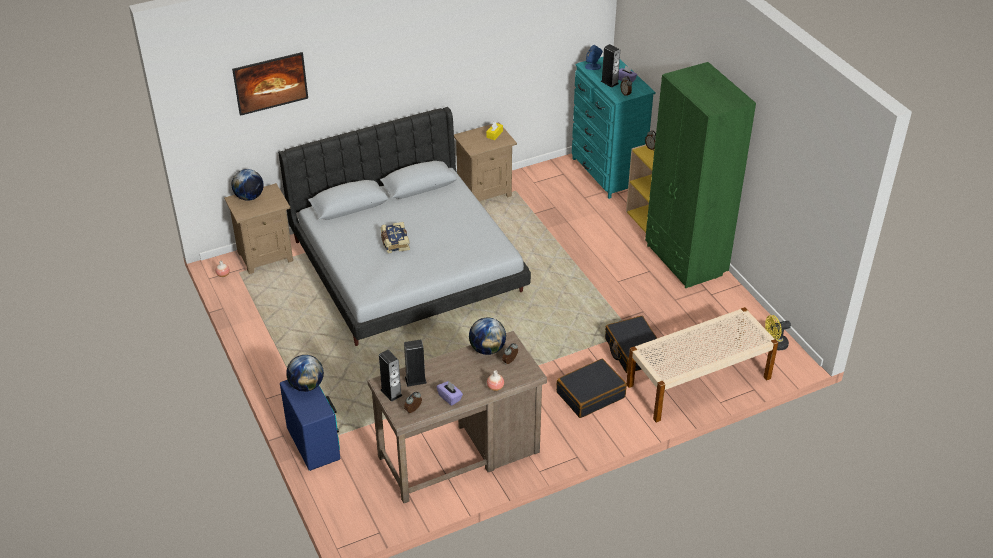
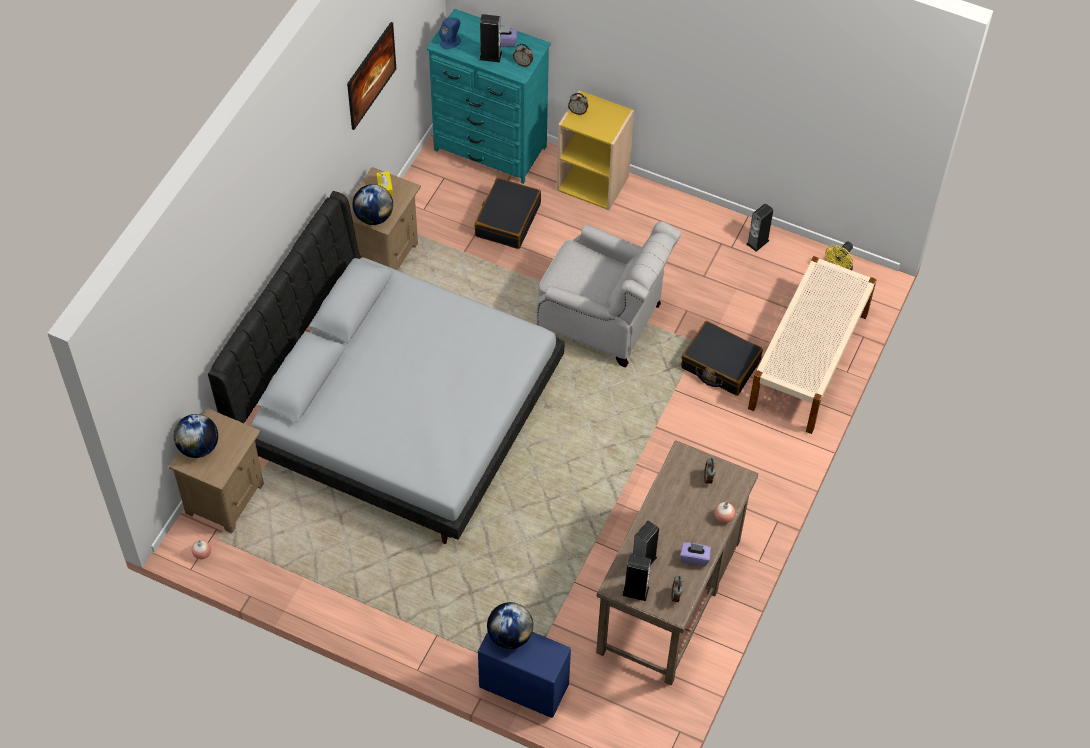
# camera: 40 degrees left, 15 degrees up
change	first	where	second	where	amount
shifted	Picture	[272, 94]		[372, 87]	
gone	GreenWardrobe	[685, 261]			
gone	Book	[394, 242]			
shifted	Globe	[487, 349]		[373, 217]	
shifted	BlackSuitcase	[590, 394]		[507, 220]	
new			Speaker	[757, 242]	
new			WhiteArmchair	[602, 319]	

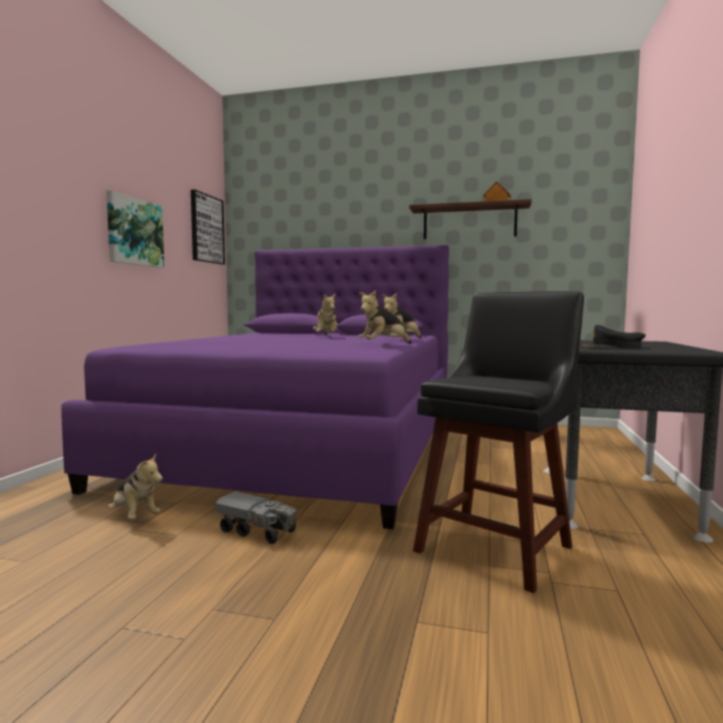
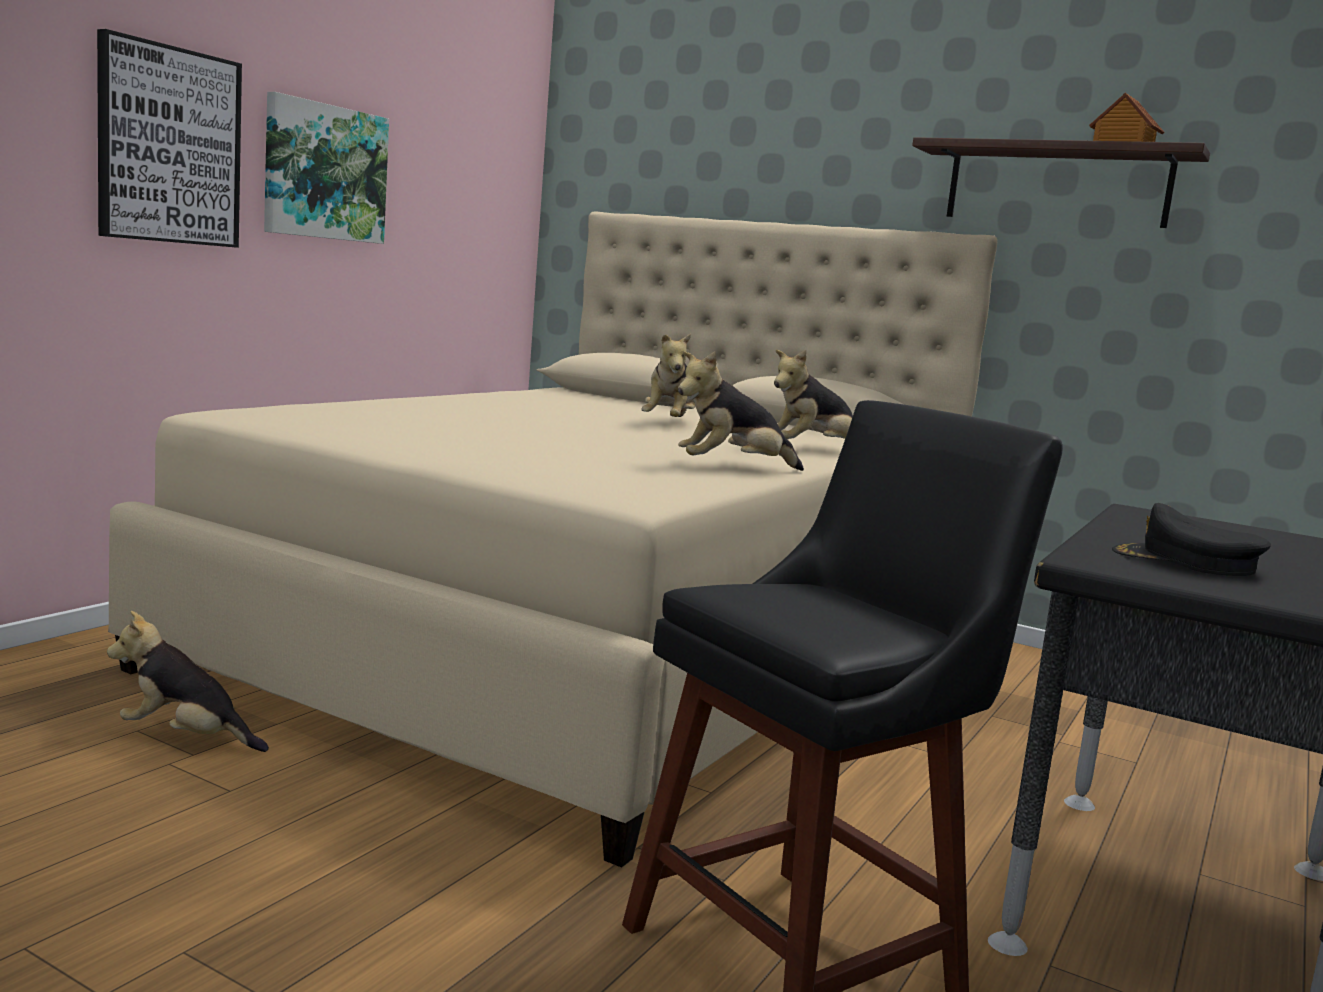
# camera: 15 degrees right, 5 degrees up
change	first	where	second	where	amount
shifted	Picture	[206, 229]		[168, 146]	
repainted	PurpleBed	[304, 447]	BeigeBed	[590, 647]	
rotated	PlushToy	[134, 516]		[186, 738]	135 degrees clockwise
gone	ToyTruck	[258, 531]			

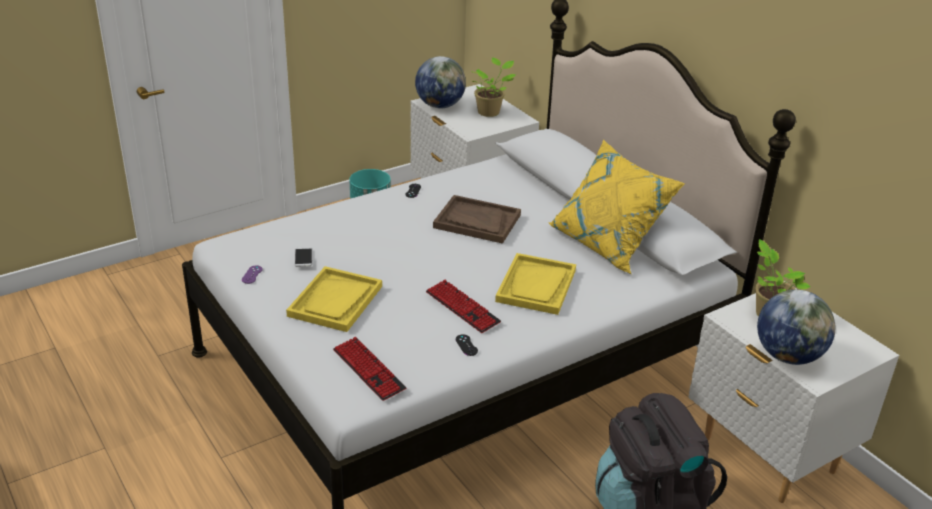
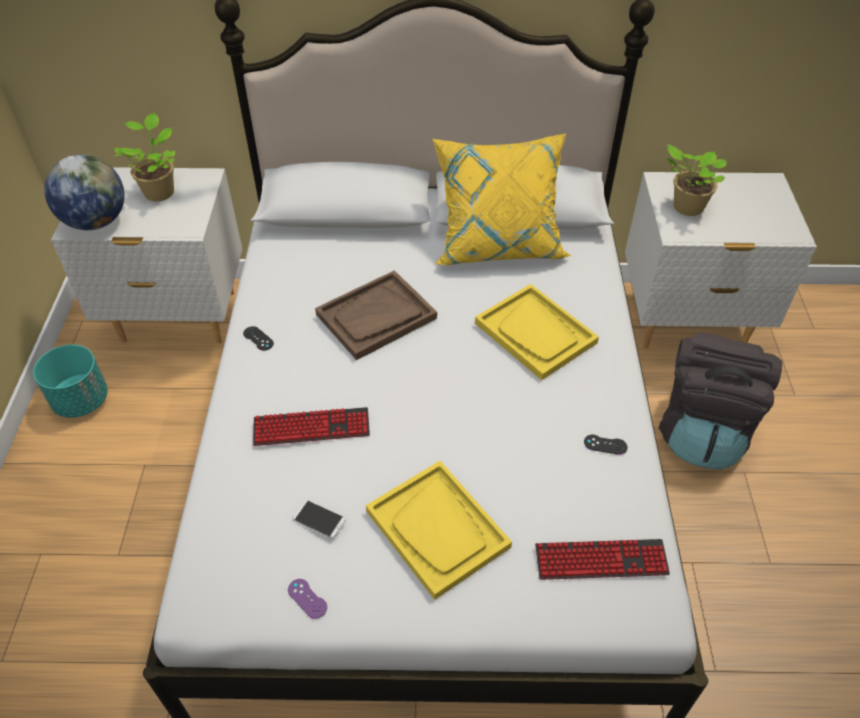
# camera: 55 degrees left, 15 degrees up
change	first	where	second	where	amount
shifted	Keyboard	[462, 308]		[311, 428]	
gone	Globe	[788, 356]			

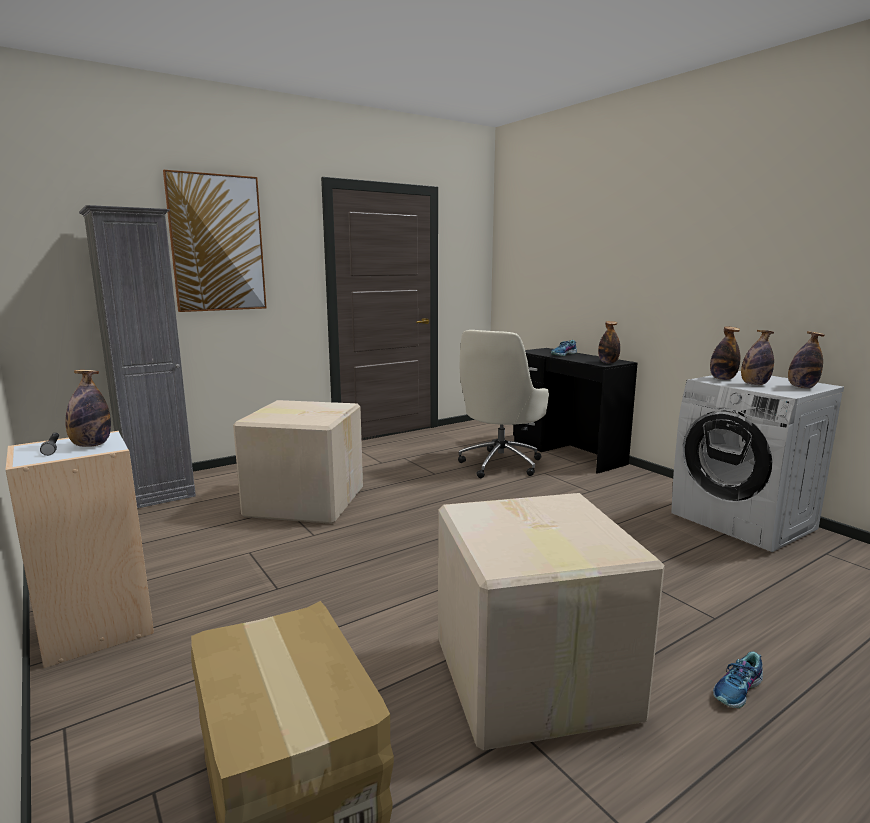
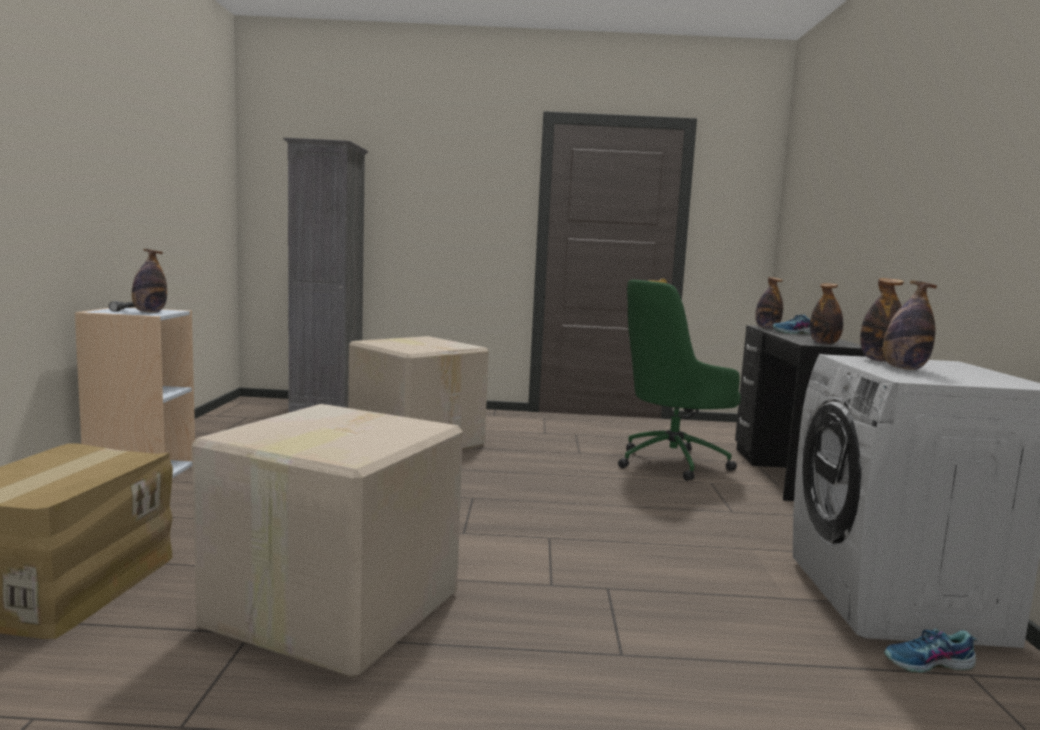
# camera: 35 degrees right, 5 degrees down
change	first	where	second	where	amount
gone	Picture	[217, 243]			
repainted	BeigeOfficeChair	[500, 464]	GreenOfficeChair	[671, 463]	
shifted	Bottle	[802, 387]		[767, 328]	
shifted	Shoe	[738, 690]		[928, 664]	

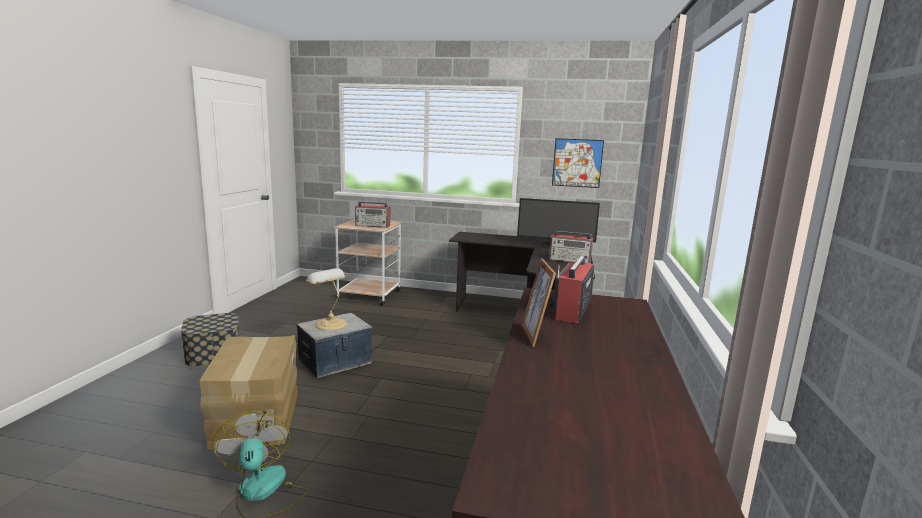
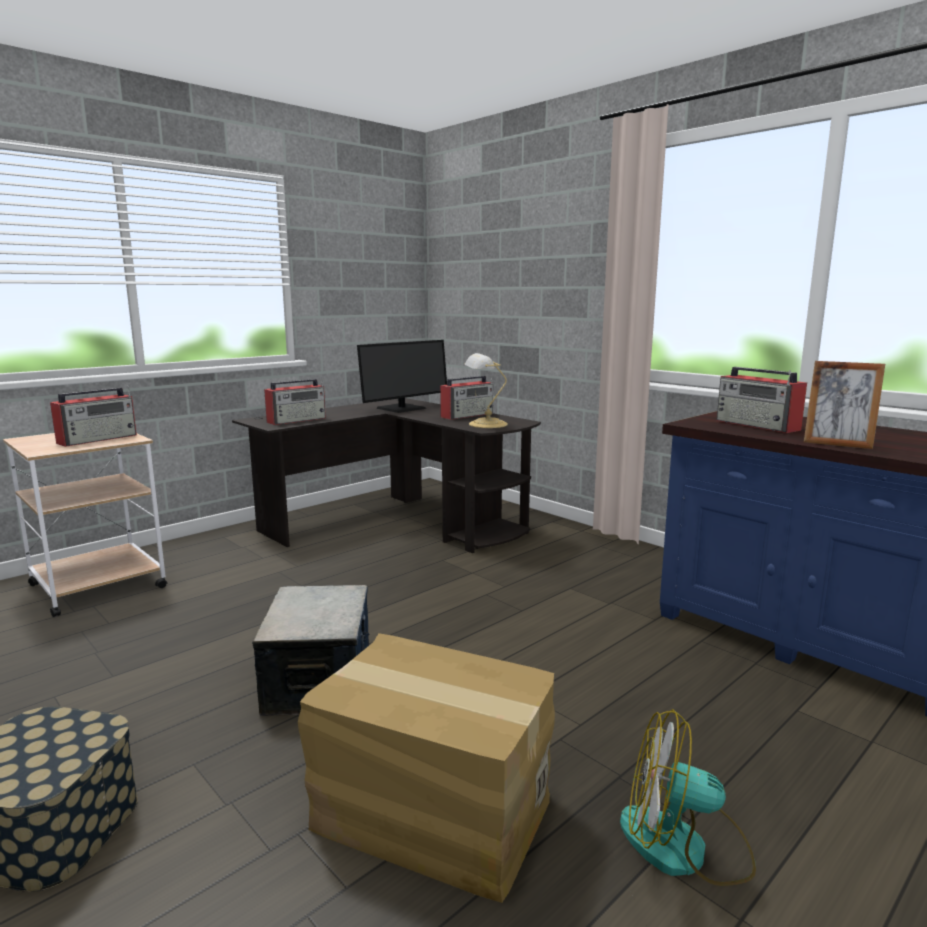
# camera: 55 degrees left, 0 degrees up
change	first	where	second	where	amount
gone	Picture	[577, 163]			
shifted	TableLamp	[330, 323]		[485, 424]	
new			Radio	[297, 420]	

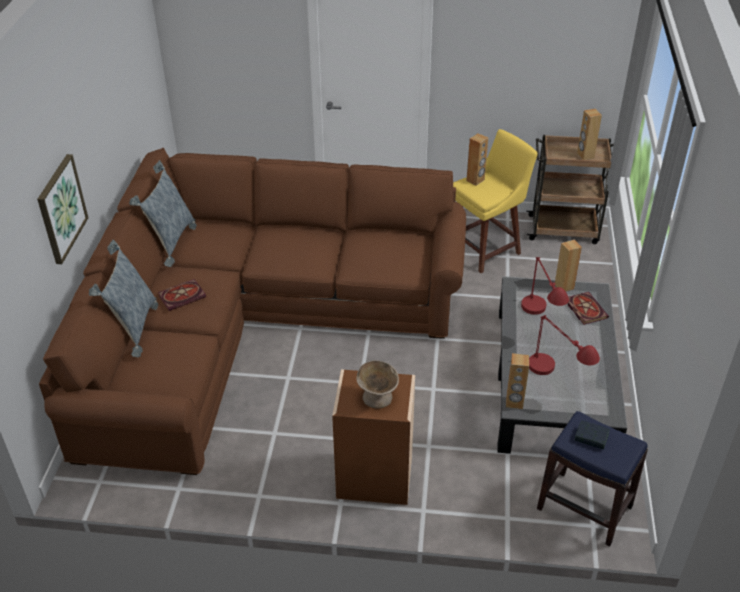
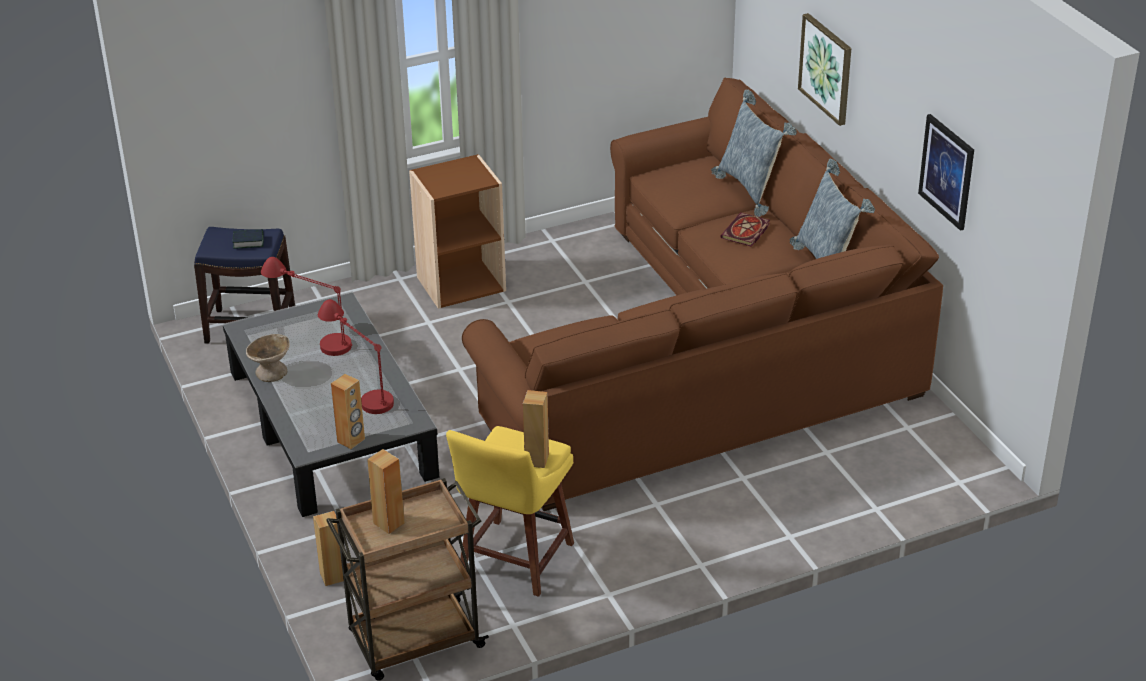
# camera: 150 degrees right, 5 degrees down
change	first	where	second	where	amount
gone	Book	[584, 309]			
shifted	BrownSpeaker	[514, 402]		[332, 576]	
shifted	BeigeBowl	[377, 397]		[271, 372]	
new			Picture	[947, 171]	

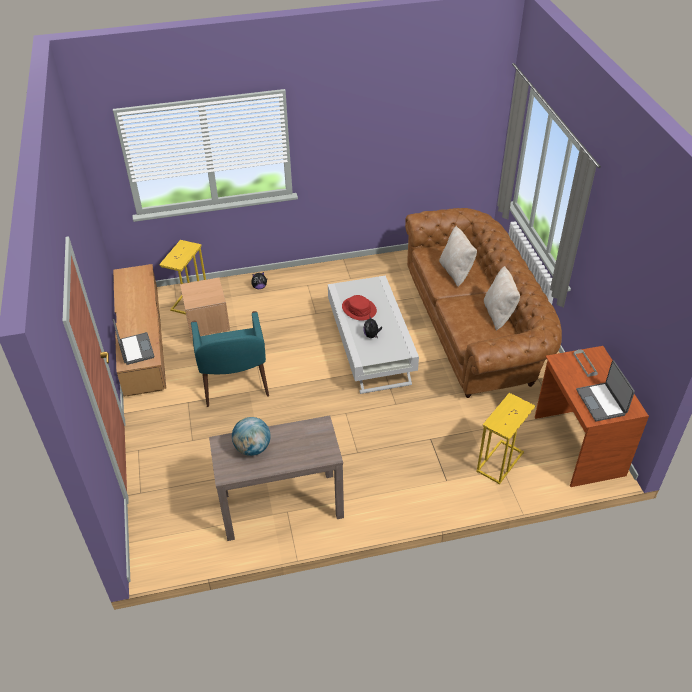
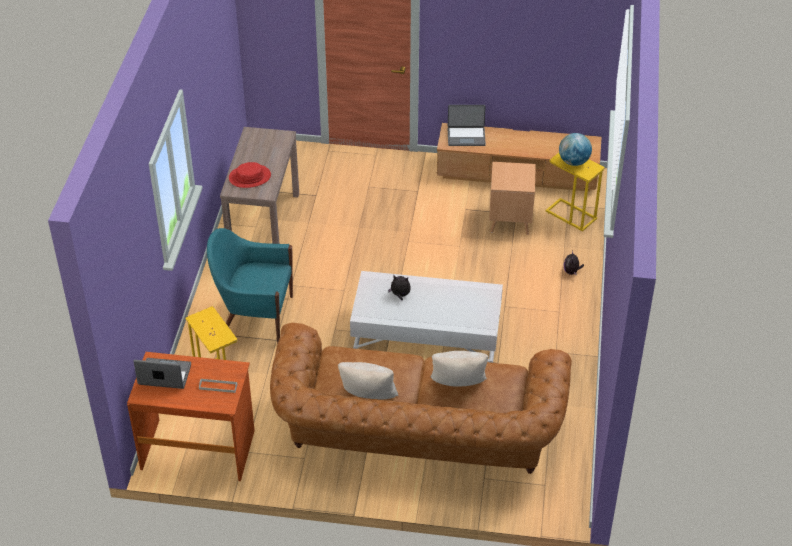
# camera: 110 degrees right, 0 degrees up
change	first	where	second	where	amount
shifted	RedHat	[359, 309]		[250, 177]	
shifted	TurquoiseArmchair	[234, 383]		[254, 317]	
shifted	Globe	[252, 448]		[573, 162]	

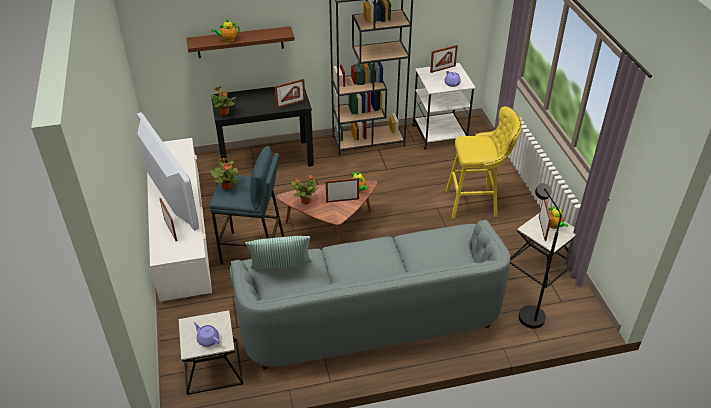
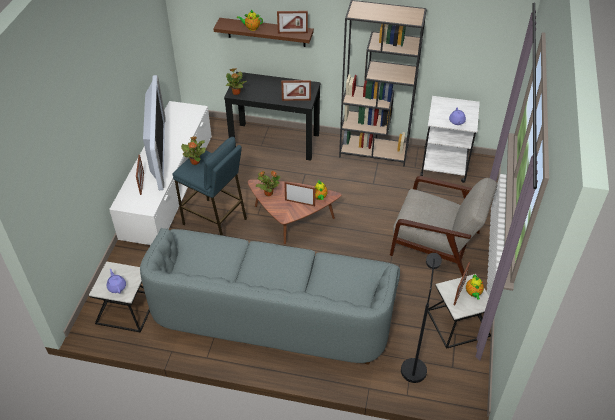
# camera: 25 degrees right, 5 degrees up
change	first	where	second	where	amount
shifted	PictureFrame	[442, 69]		[292, 33]	
swapped	YellowStool	[478, 203]	GreyArmchair	[436, 244]	
gone	Pillow	[281, 272]			

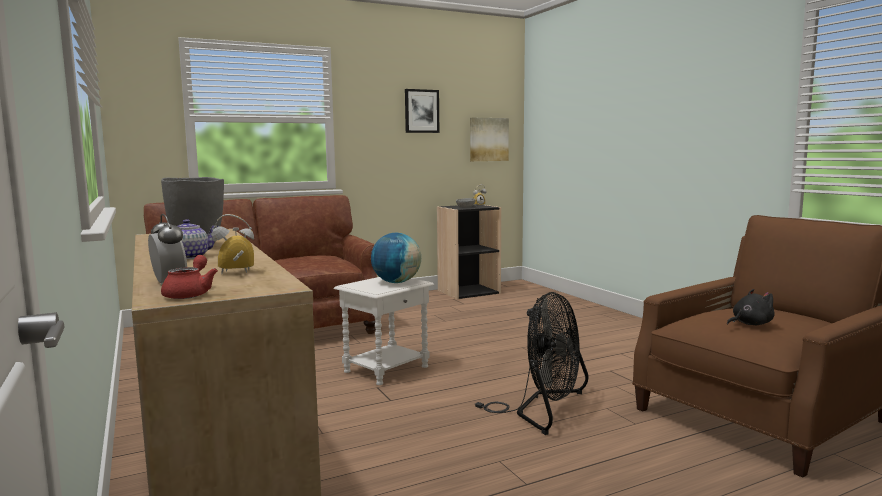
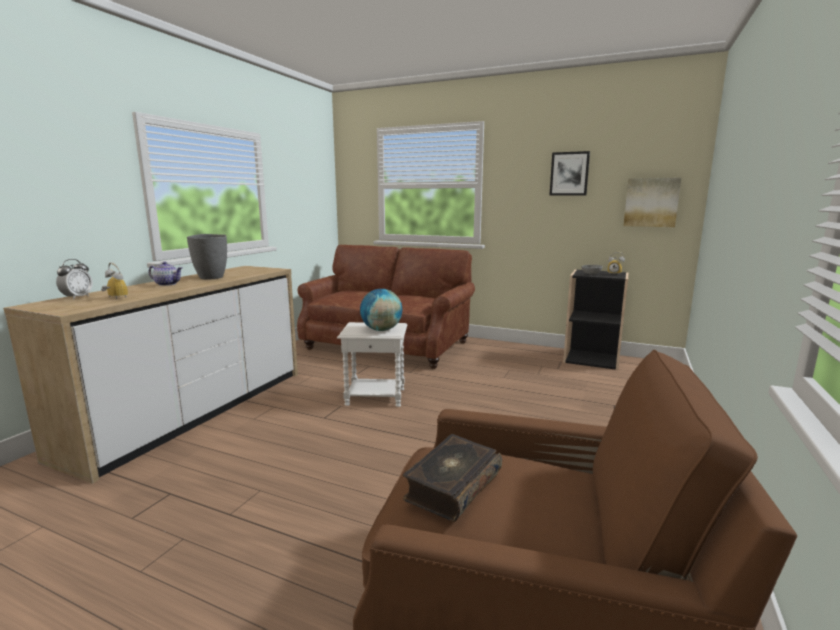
# camera: 50 degrees right, 5 degrees up
change	first	where	second	where	amount
gone	RedTeapot	[190, 294]			
swapped	BlackPlushToy	[750, 324]	Book	[452, 486]	
gone	BlackFan	[541, 409]			

